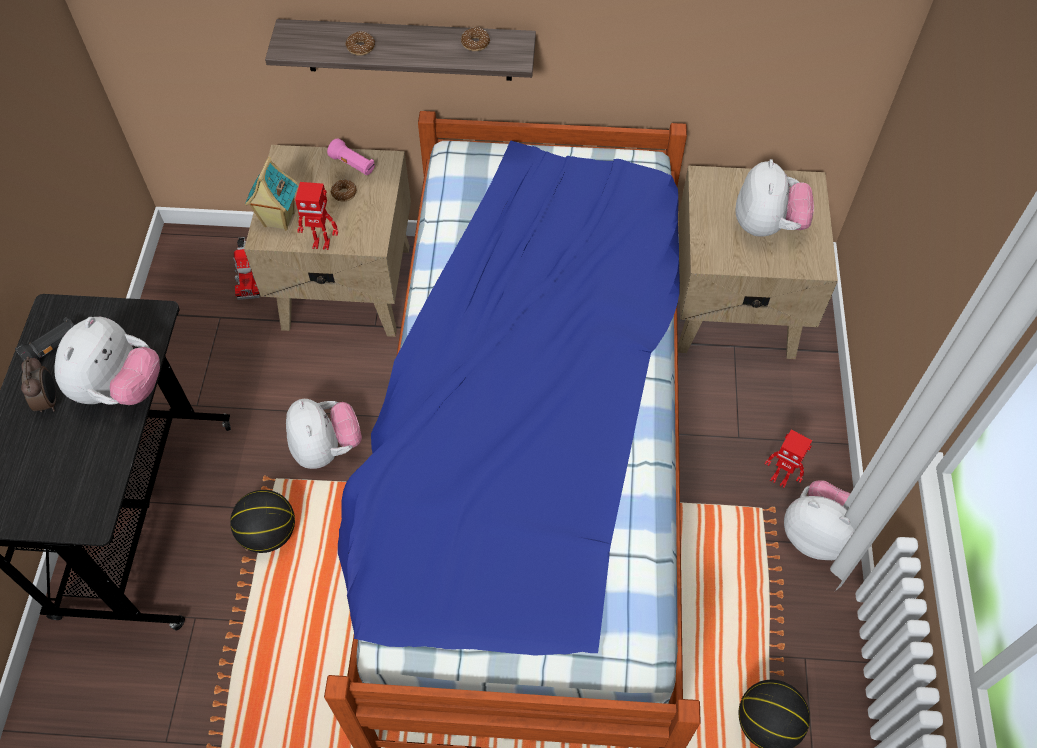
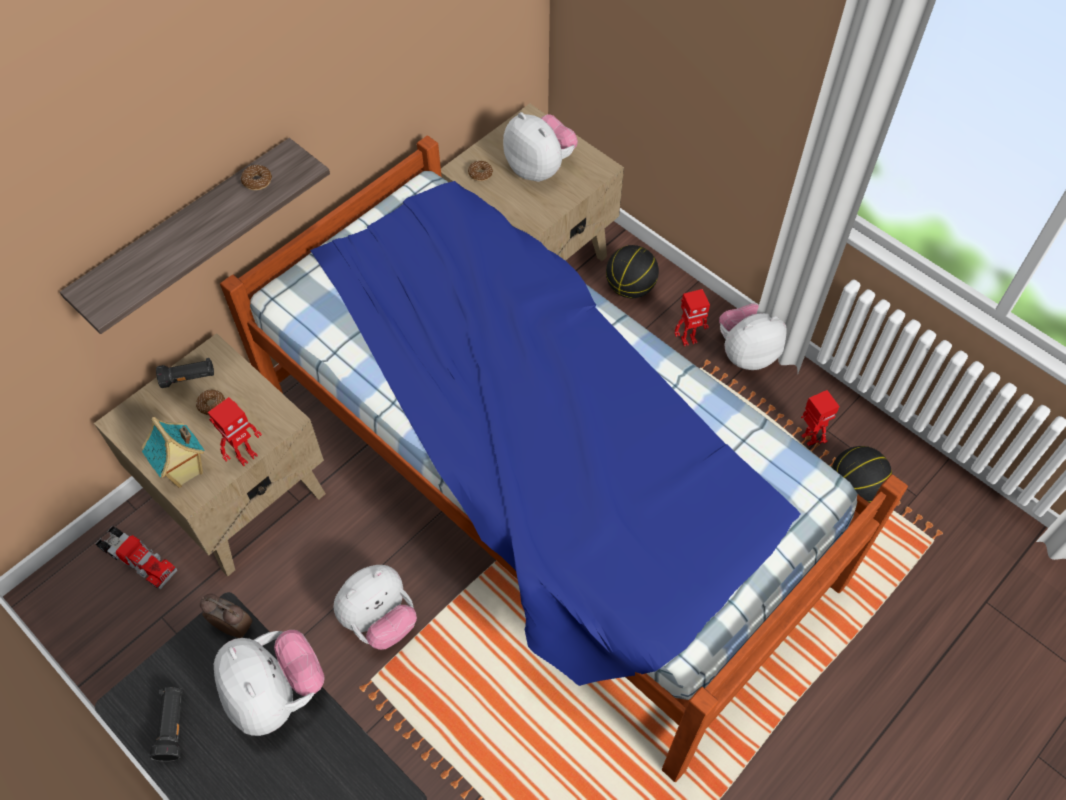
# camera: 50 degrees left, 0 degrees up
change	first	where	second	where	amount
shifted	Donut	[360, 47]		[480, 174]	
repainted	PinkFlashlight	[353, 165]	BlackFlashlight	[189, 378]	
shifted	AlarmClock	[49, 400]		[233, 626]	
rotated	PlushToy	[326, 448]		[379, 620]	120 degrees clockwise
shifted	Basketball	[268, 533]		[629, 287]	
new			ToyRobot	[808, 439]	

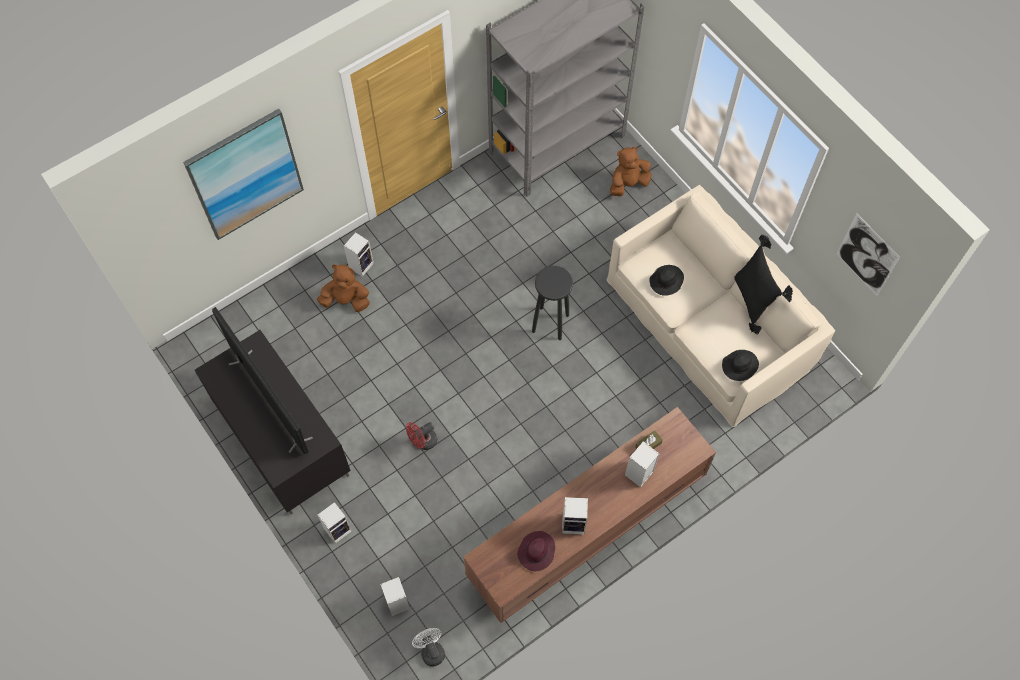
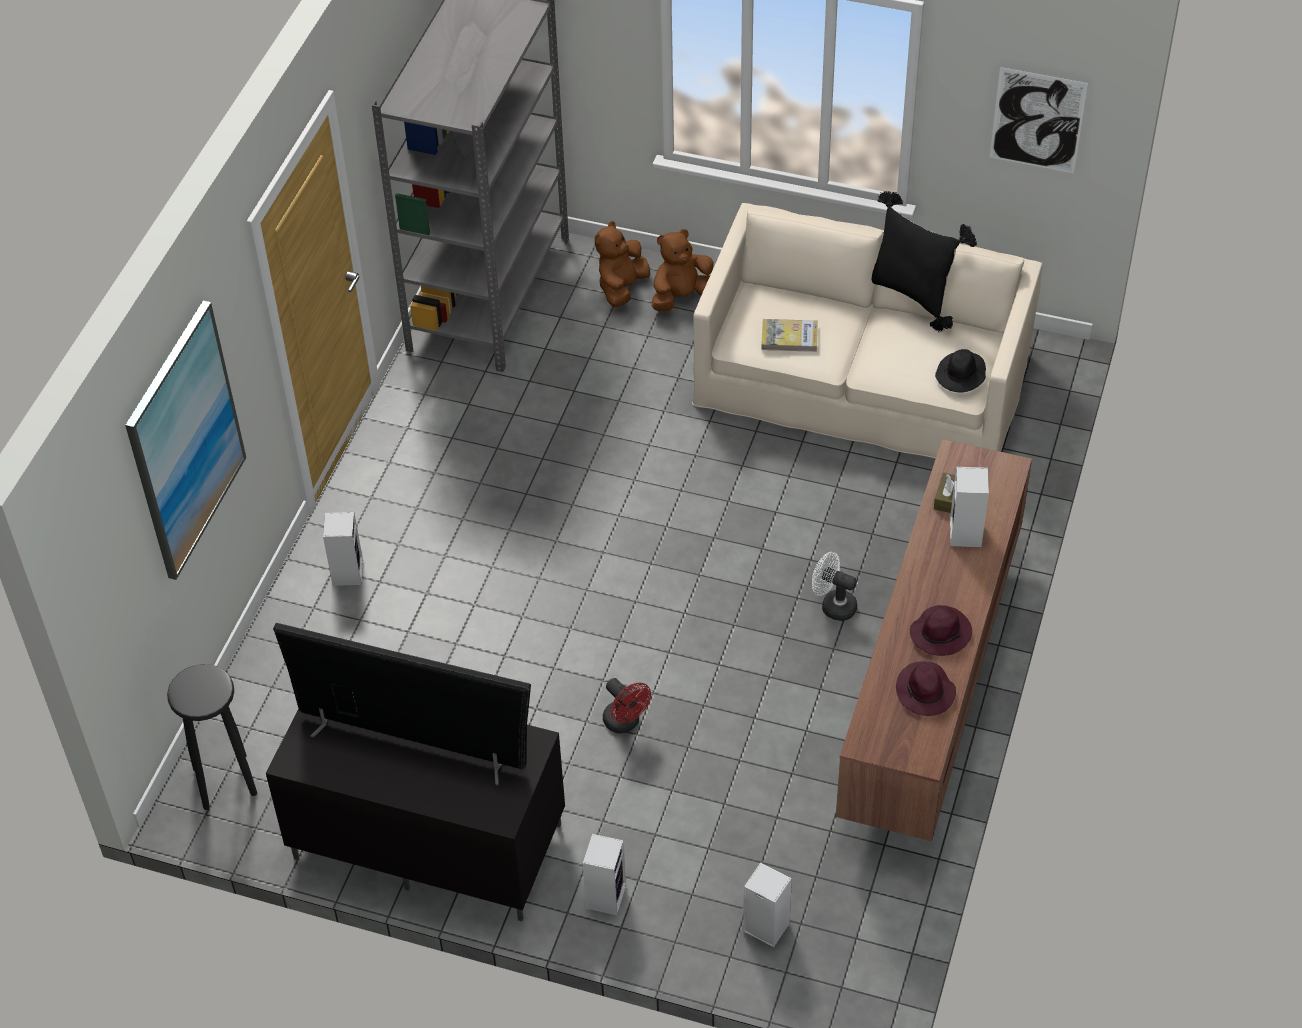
# camera: 35 degrees left, 15 degrees down
change	first	where	second	where	amount
shifted	BrownPlushToy	[346, 300]		[681, 297]	
swapped	BlackHat	[666, 281]	Book	[789, 337]	
shifted	BlackStool	[550, 322]		[225, 780]	
rotated	RedFan	[423, 442]		[625, 723]	60 degrees counterclockwise
swapped	Speaker	[574, 523]	PurpleHat	[941, 633]	
shifted	WhiteFan	[431, 650]		[833, 605]	

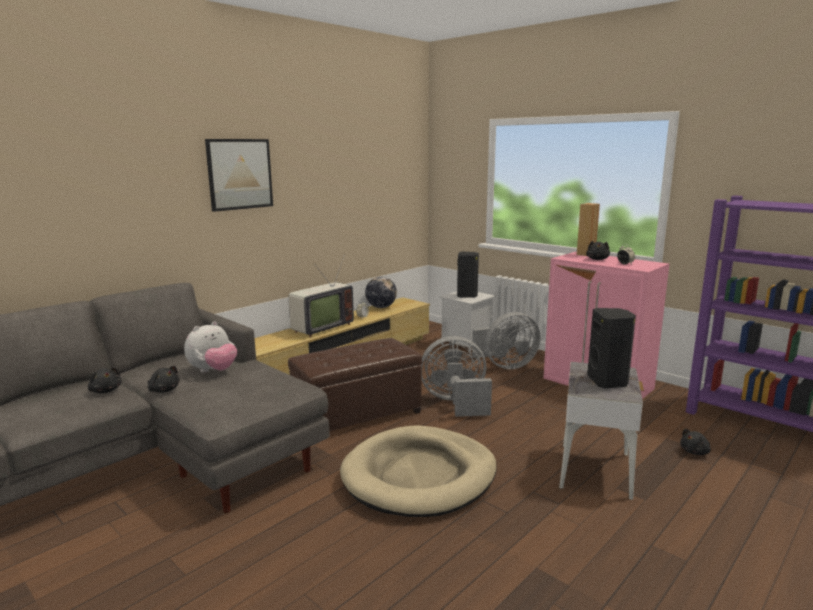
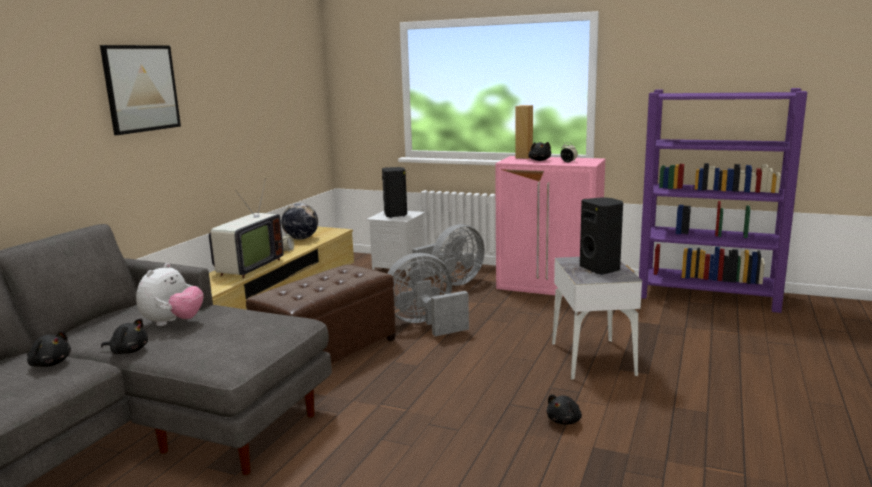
# camera: 20 degrees left, 0 degrees up
change	first	where	second	where	amount
gone	BeigeDogBed	[419, 476]			
shifted	BlackPlushToy	[695, 452]		[565, 420]	

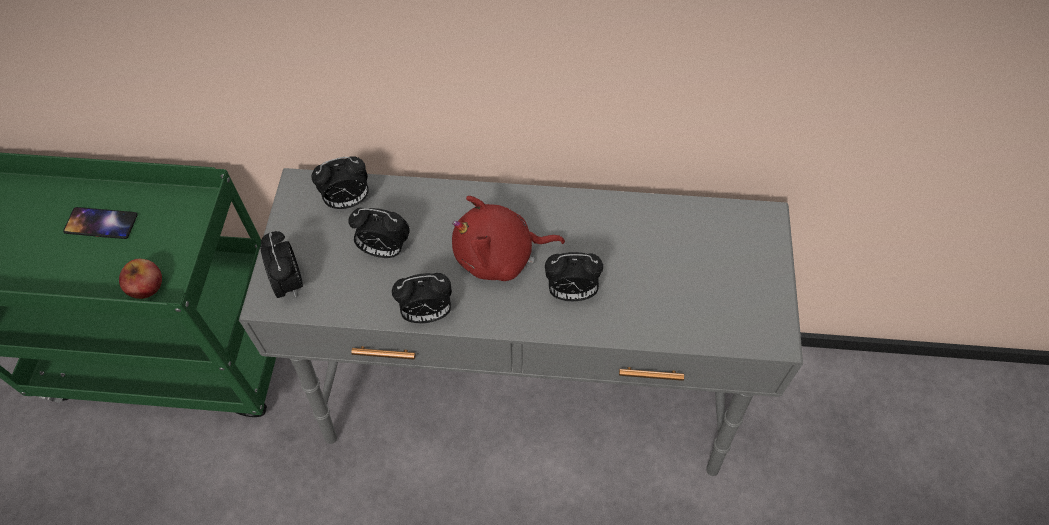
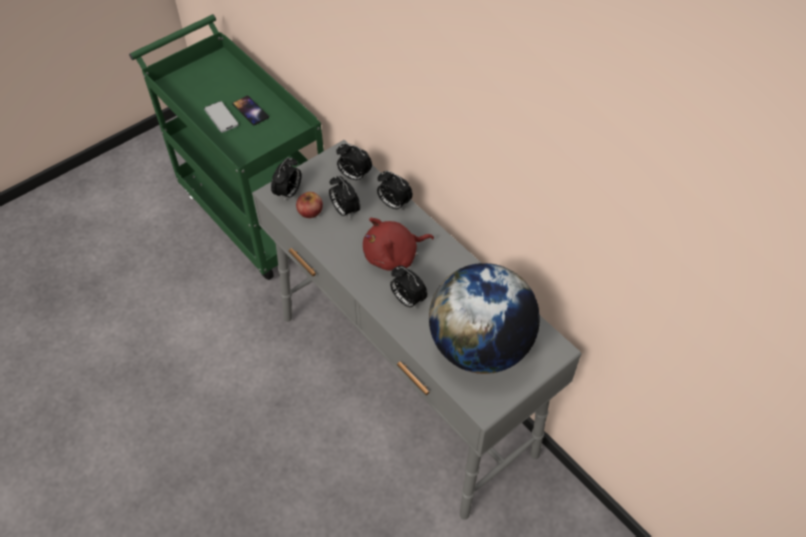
# camera: 45 degrees right, 5 degrees down
change	first	where	second	where	amount
rotated	RedPlushToy	[500, 256]		[394, 256]	60 degrees counterclockwise
shifted	Apple	[146, 286]		[310, 211]	
shifted	AlarmClock	[427, 314]		[393, 204]	
new			Phone	[221, 117]	
new			Globe	[480, 346]	

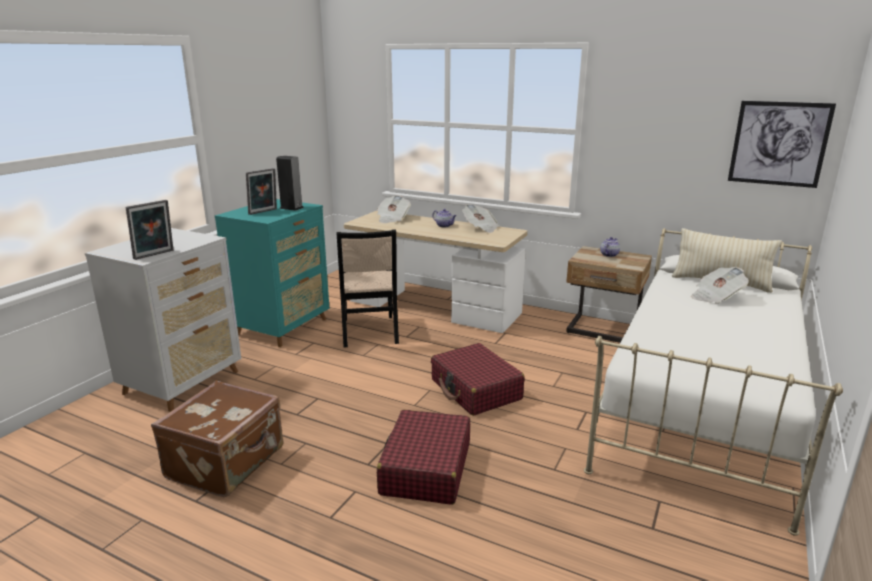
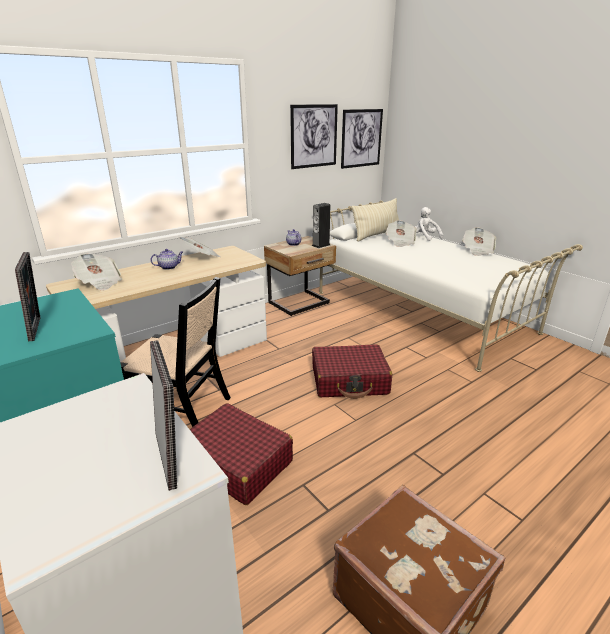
# camera: 65 degrees left, 5 degrees up
change	first	where	second	where	amount
shifted	Speaker	[291, 208]		[321, 245]	
shifted	RedSuitcase	[425, 469]		[237, 462]	
new			Picture	[314, 136]	
new			WhitePlushToy	[425, 237]	
new			Newspaper	[477, 250]	

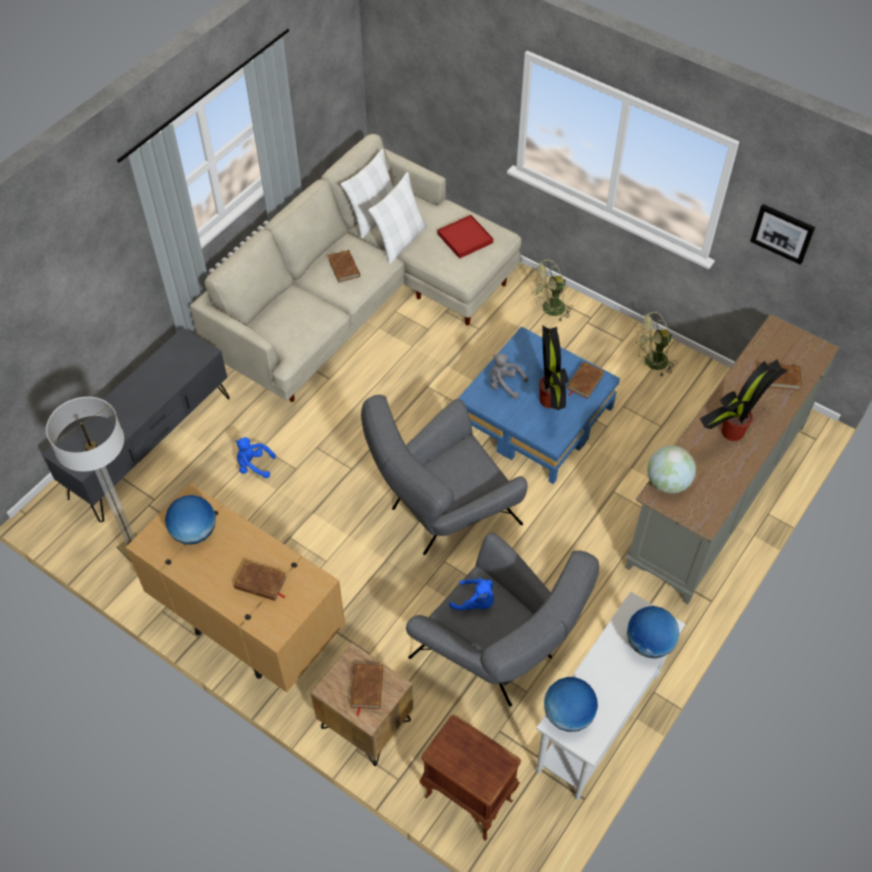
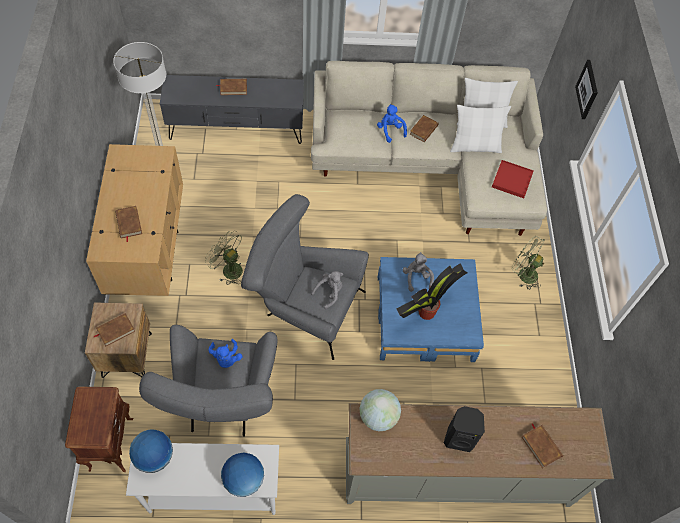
# camera: 50 degrees right, 5 degrees up
change	first	where	second	where	amount
shifted	Picture	[782, 233]		[587, 89]	
shifted	GreenFan	[651, 363]		[228, 269]	
swapped	PottedPlant	[731, 432]	BlackSpeaker	[459, 438]	
shifted	BrownBook	[584, 382]		[233, 88]	
shifted	BluePlushToy	[254, 465]		[390, 130]	
gone	Globe	[194, 532]			
new			GreyPlushToy	[329, 293]	

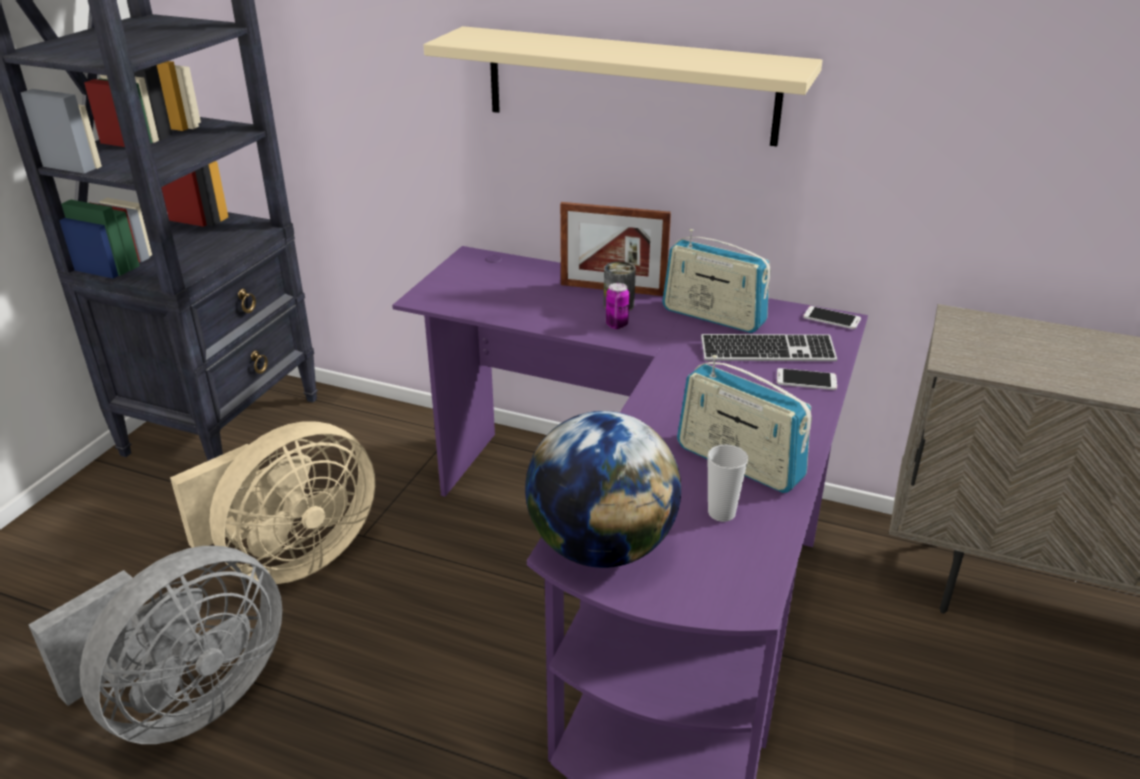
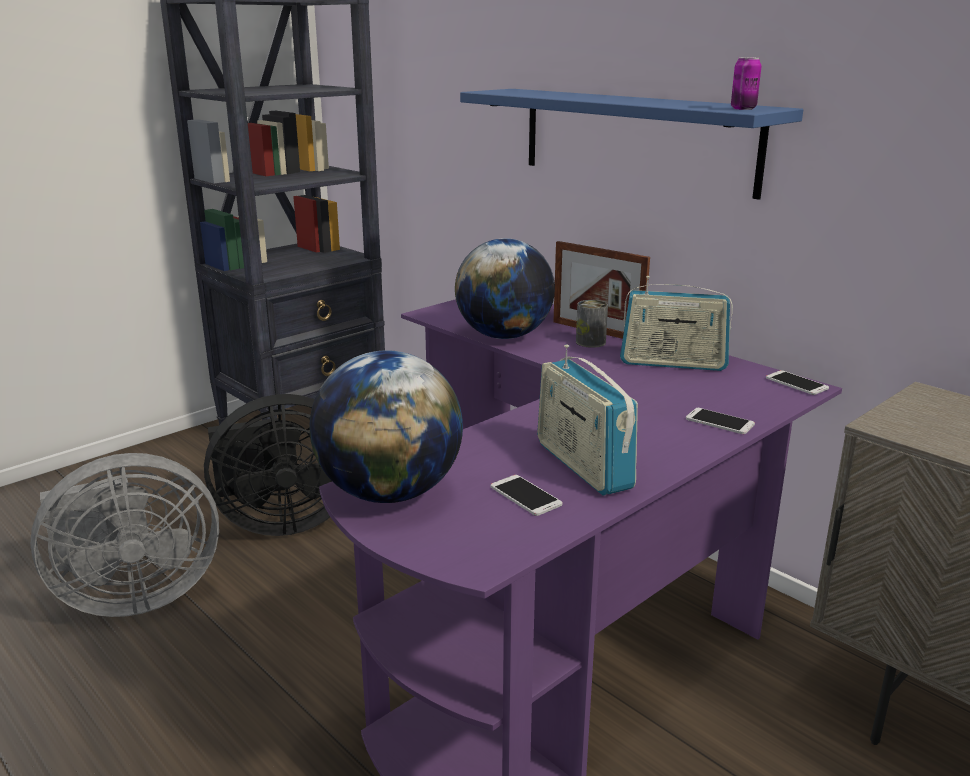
# camera: 25 degrees right, 10 degrees down
change	first	where	second	where	amount
repainted	BeigeShelf	[630, 85]	BlueShelf	[635, 139]	
rotated	Radio	[713, 317]		[673, 363]	45 degrees counterclockwise
shifted	Can	[616, 325]		[743, 109]	
gone	Keyboard	[767, 351]			
repainted	BeigeFan	[291, 559]	BlackFan	[281, 521]	
swapped	Cup	[721, 513]	Phone	[525, 496]	
new			Globe	[504, 336]	

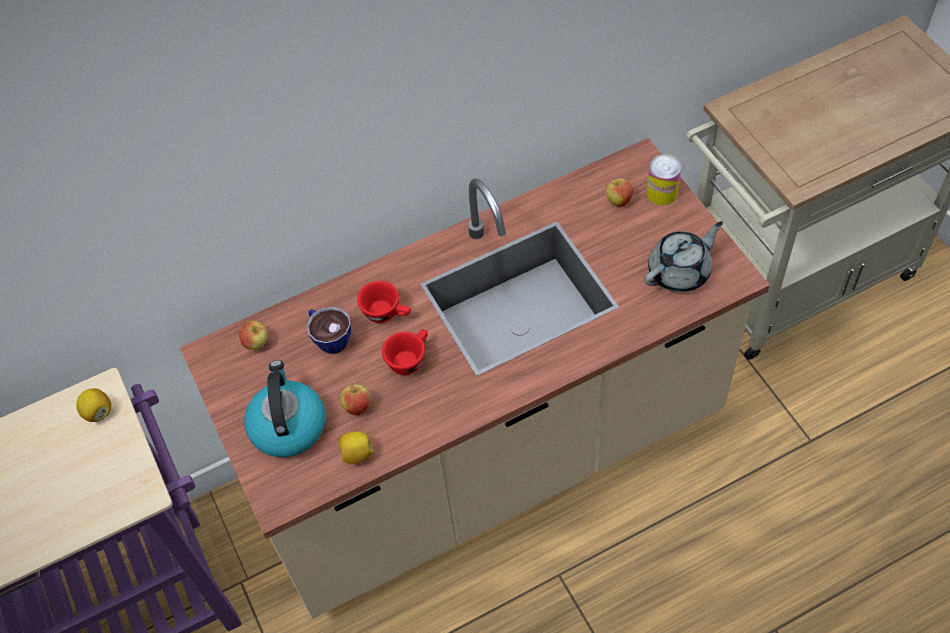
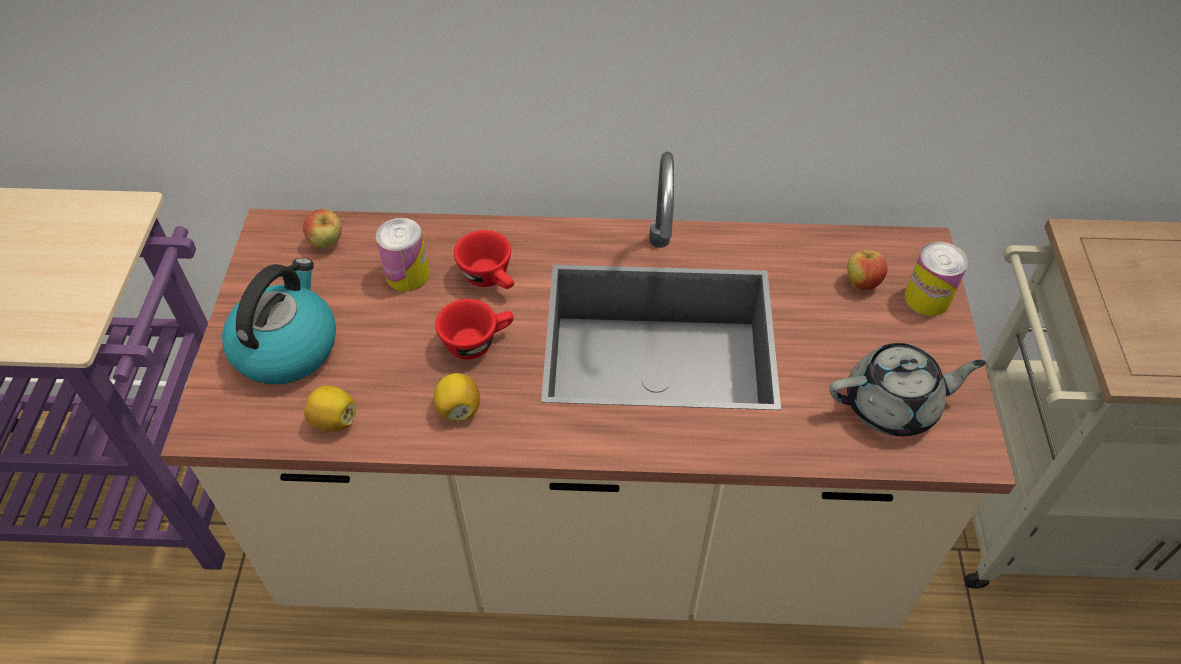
# camera: 25 degrees right, 5 degrees down
change	first	where	second	where	amount
swapped	Cup	[329, 338]	Can	[407, 274]	
gone	Apple	[357, 407]			
shifted	Lemon	[98, 412]		[458, 409]	

